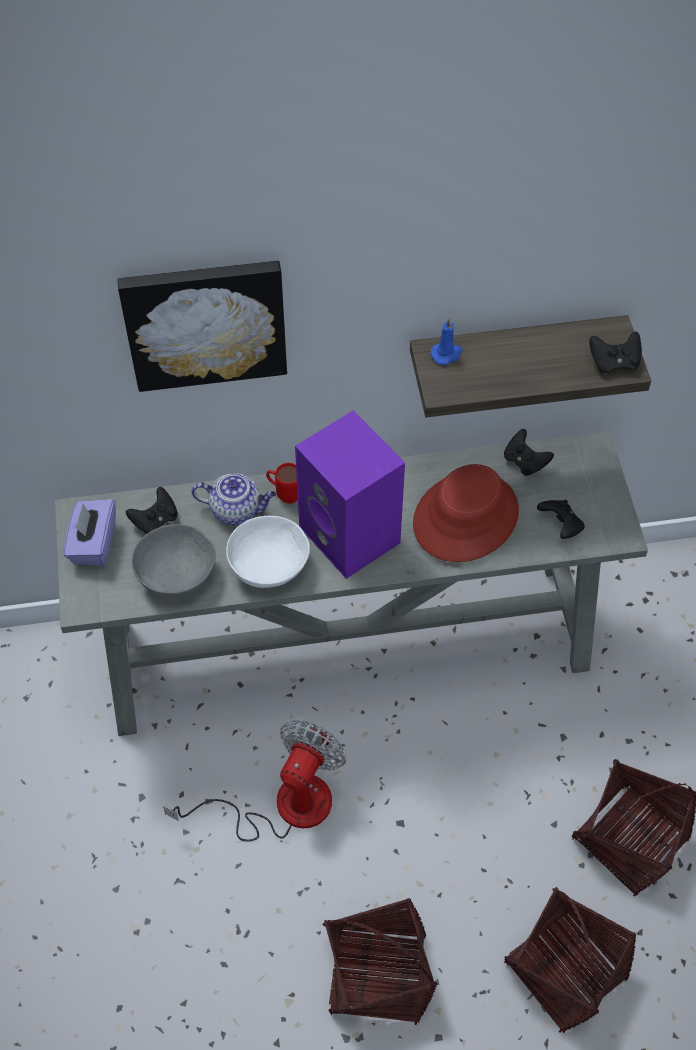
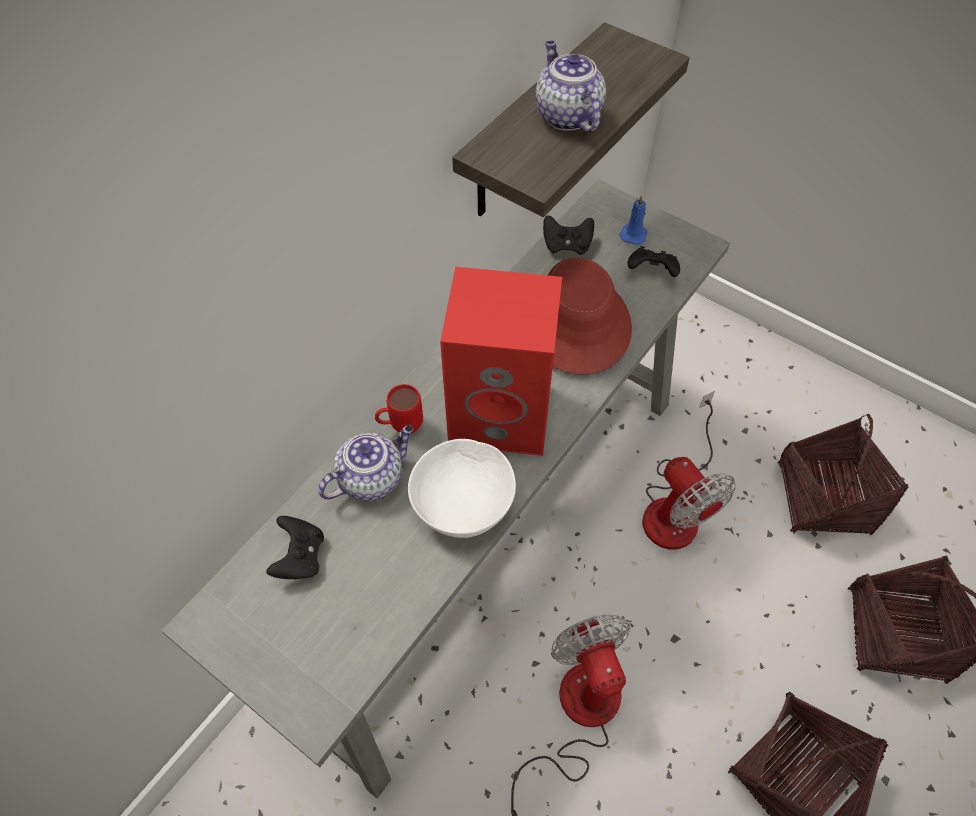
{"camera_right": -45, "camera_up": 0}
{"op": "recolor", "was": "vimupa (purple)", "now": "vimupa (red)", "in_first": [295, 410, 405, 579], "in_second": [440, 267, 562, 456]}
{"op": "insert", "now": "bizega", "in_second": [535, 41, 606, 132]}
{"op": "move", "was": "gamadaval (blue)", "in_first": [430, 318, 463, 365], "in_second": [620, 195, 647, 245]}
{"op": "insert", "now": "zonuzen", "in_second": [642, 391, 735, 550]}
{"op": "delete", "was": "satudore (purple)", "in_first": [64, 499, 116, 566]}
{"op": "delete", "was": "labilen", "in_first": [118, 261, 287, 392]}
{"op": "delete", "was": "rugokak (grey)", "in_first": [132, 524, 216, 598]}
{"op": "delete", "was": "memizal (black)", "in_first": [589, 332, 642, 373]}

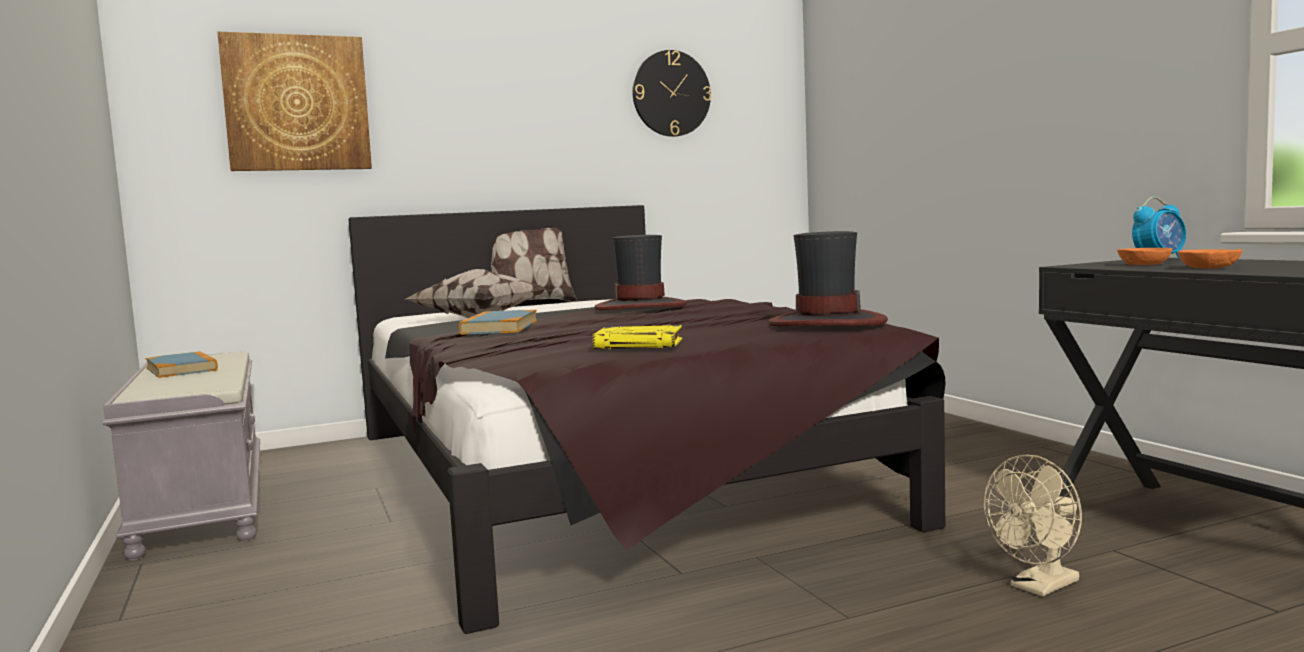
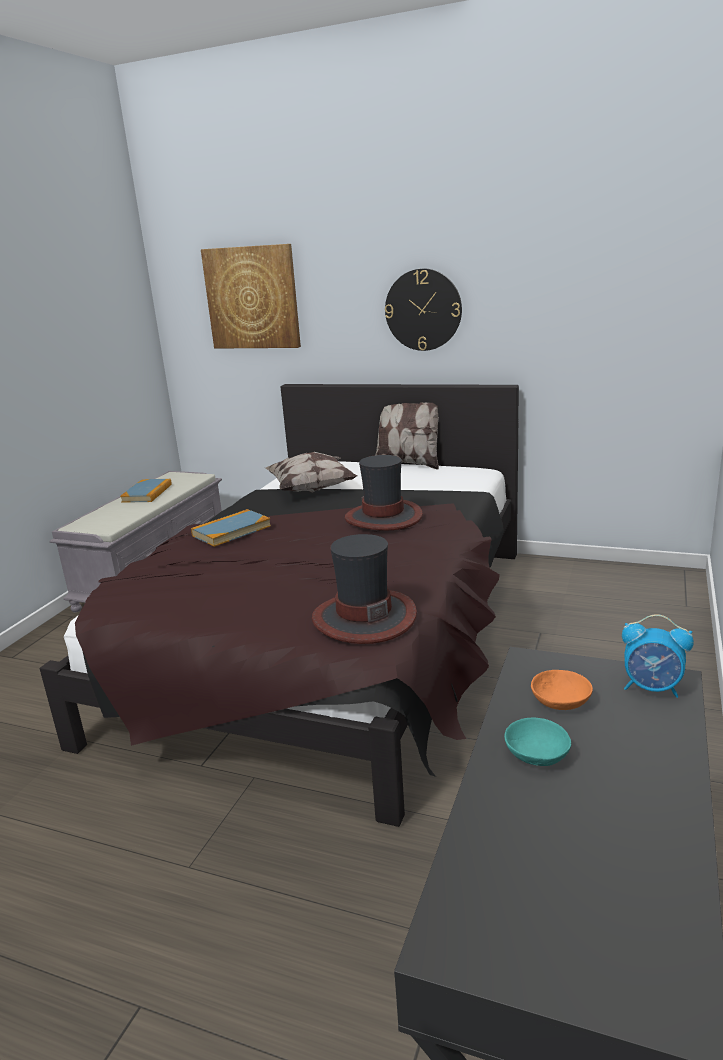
{"camera_right": 45, "camera_up": 15}
{"op": "move", "was": "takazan", "in_first": [632, 50, 711, 137], "in_second": [385, 269, 462, 351]}
{"op": "recolor", "was": "rugokak (orange)", "now": "rugokak (turquoise)", "in_first": [1178, 249, 1243, 269], "in_second": [504, 717, 571, 766]}
{"op": "delete", "was": "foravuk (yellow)", "in_first": [592, 325, 682, 349]}
{"op": "delete", "was": "zonuzen (beige)", "in_first": [984, 455, 1082, 597]}

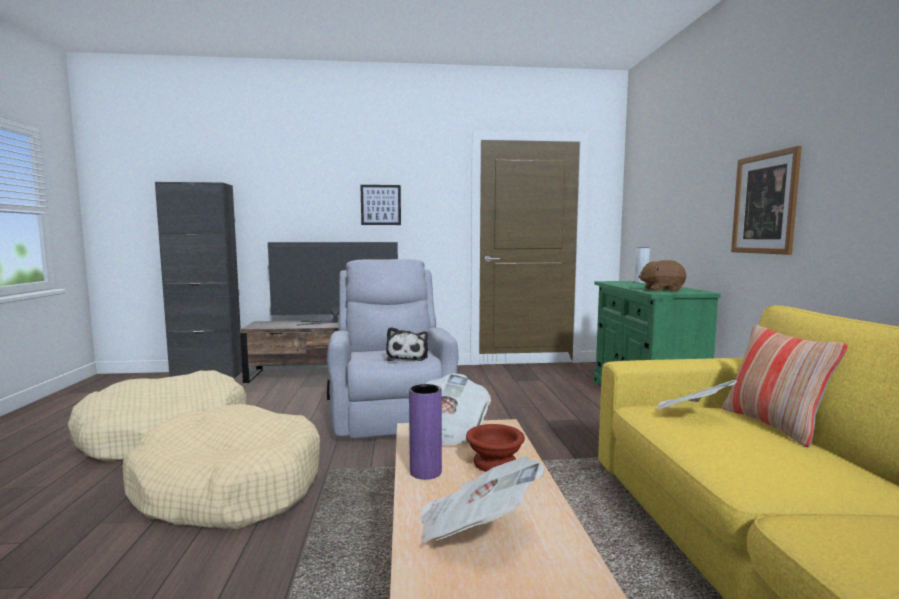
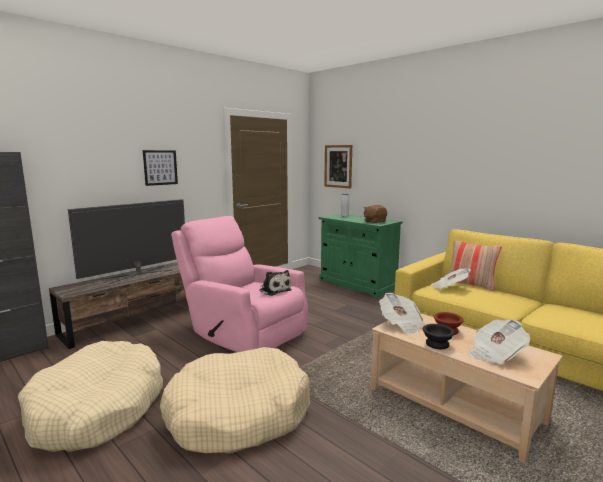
{"camera_right": -40, "camera_up": 5}
{"op": "recolor", "was": "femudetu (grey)", "now": "femudetu (pink)", "in_first": [327, 259, 458, 438], "in_second": [171, 216, 308, 352]}
{"op": "move", "was": "labilen", "in_first": [731, 146, 802, 255], "in_second": [324, 145, 352, 189]}
{"op": "replace", "was": "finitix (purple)", "now": "rugokak (black)", "in_first": [409, 384, 442, 480], "in_second": [423, 324, 455, 349]}

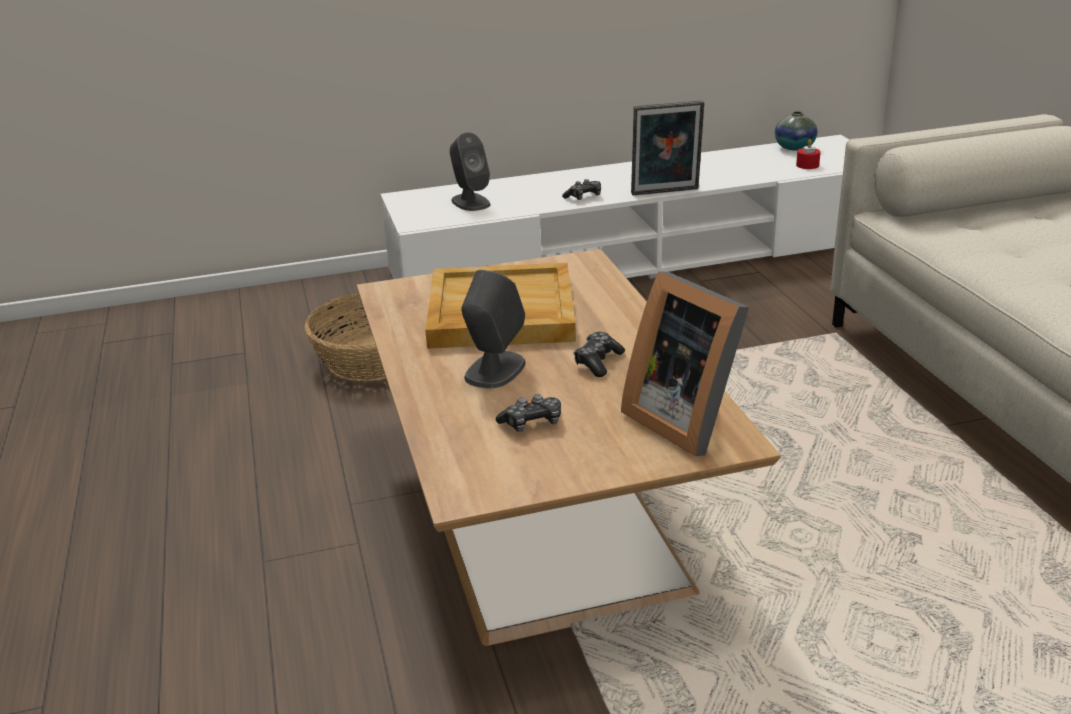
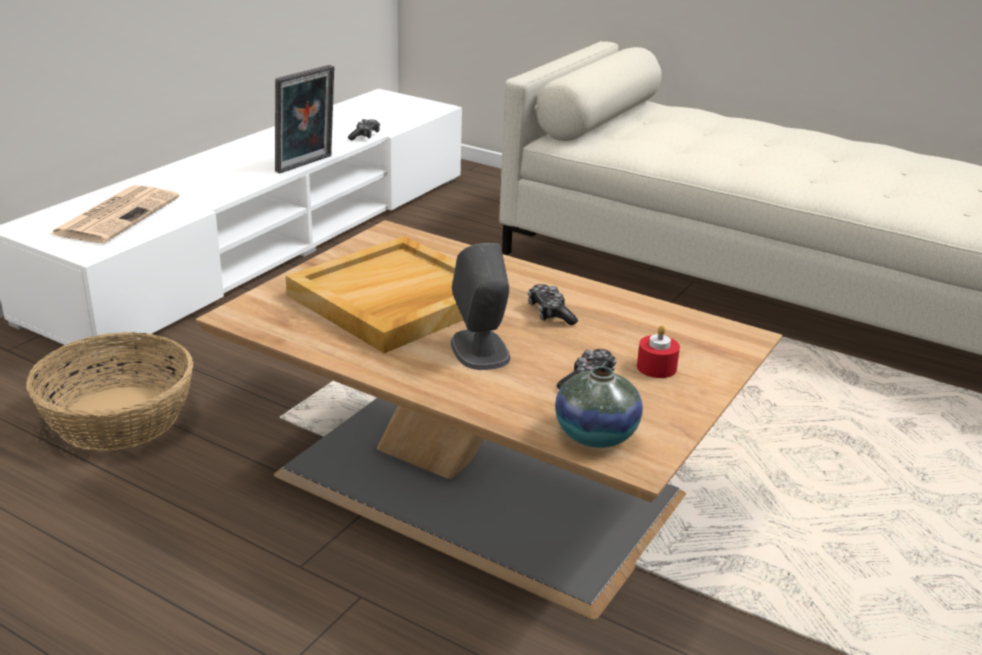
{"camera_right": -45, "camera_up": 0}
{"op": "replace", "was": "vimupa (grey)", "now": "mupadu", "in_first": [450, 132, 491, 211], "in_second": [50, 185, 180, 243]}
{"op": "move", "was": "memizal", "in_first": [562, 179, 601, 200], "in_second": [348, 119, 380, 140]}
{"op": "move", "was": "finitix", "in_first": [775, 111, 817, 151], "in_second": [555, 366, 643, 448]}
{"op": "move", "was": "gamadaval (red)", "in_first": [796, 139, 821, 169], "in_second": [637, 325, 680, 378]}
{"op": "delete", "was": "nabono", "in_first": [621, 271, 749, 456]}

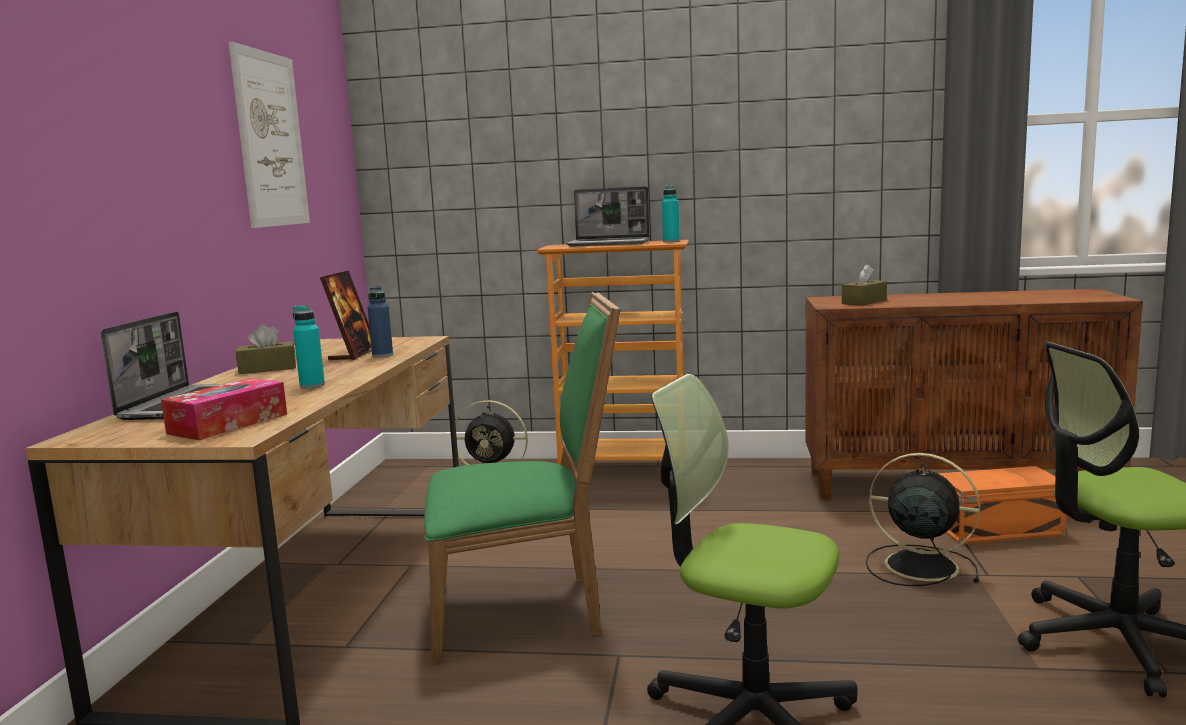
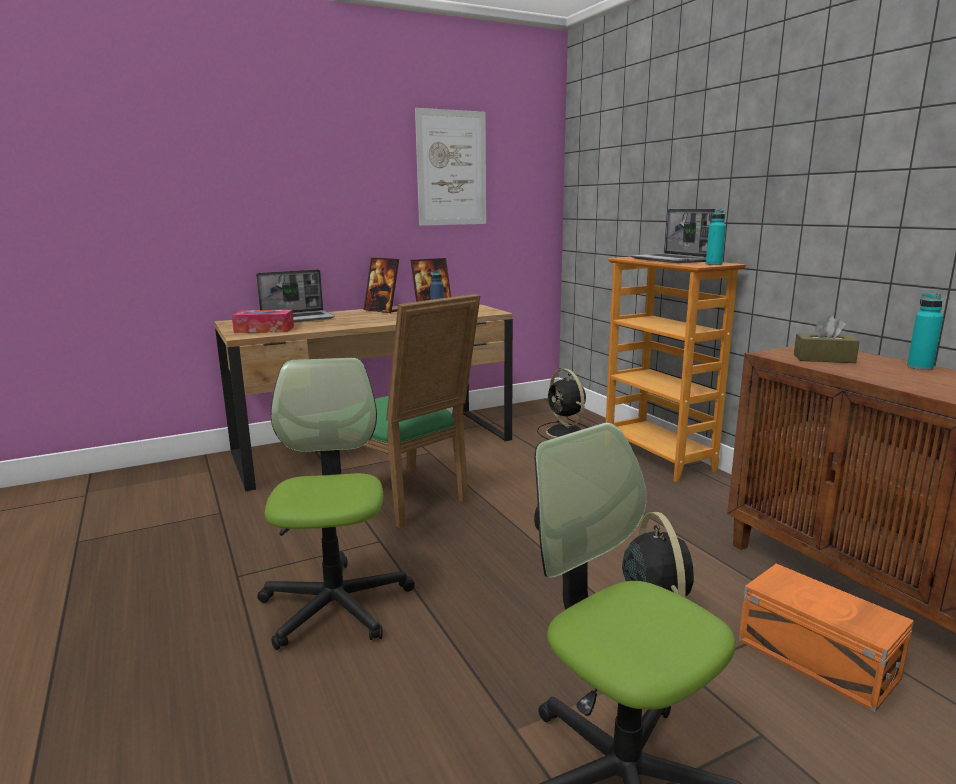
{"camera_right": 55, "camera_up": 5}
{"op": "replace", "was": "satudore (brown)", "now": "nabono", "in_first": [236, 324, 296, 374], "in_second": [364, 257, 399, 313]}
{"op": "move", "was": "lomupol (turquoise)", "in_first": [293, 305, 325, 388], "in_second": [907, 293, 943, 370]}

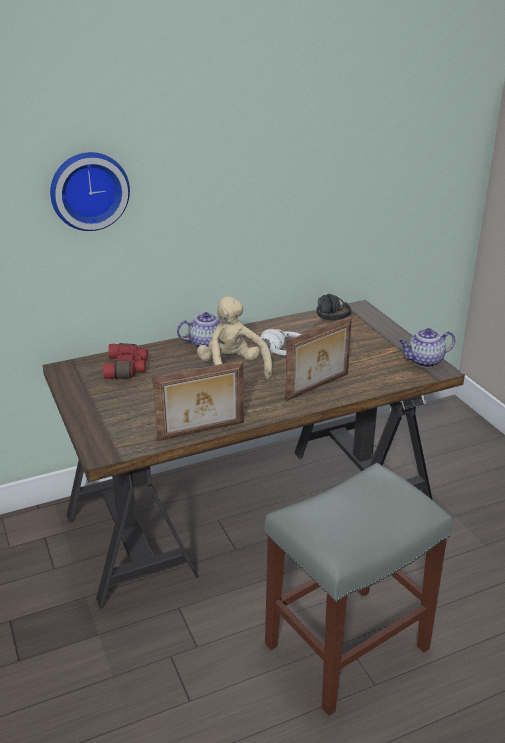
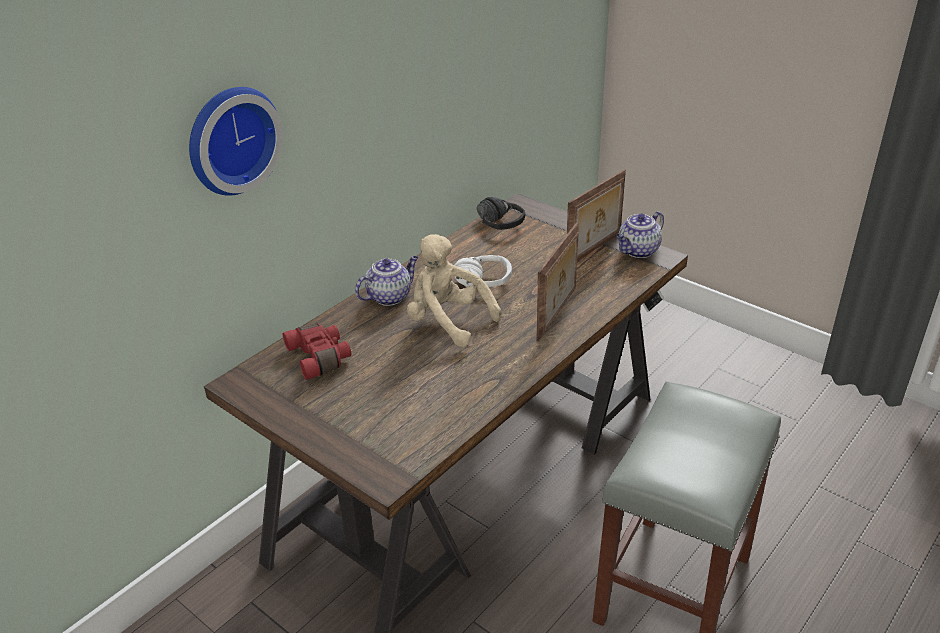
{"camera_right": -25, "camera_up": 5}
{"op": "move", "was": "nabono", "in_first": [152, 360, 244, 441], "in_second": [567, 169, 626, 261]}

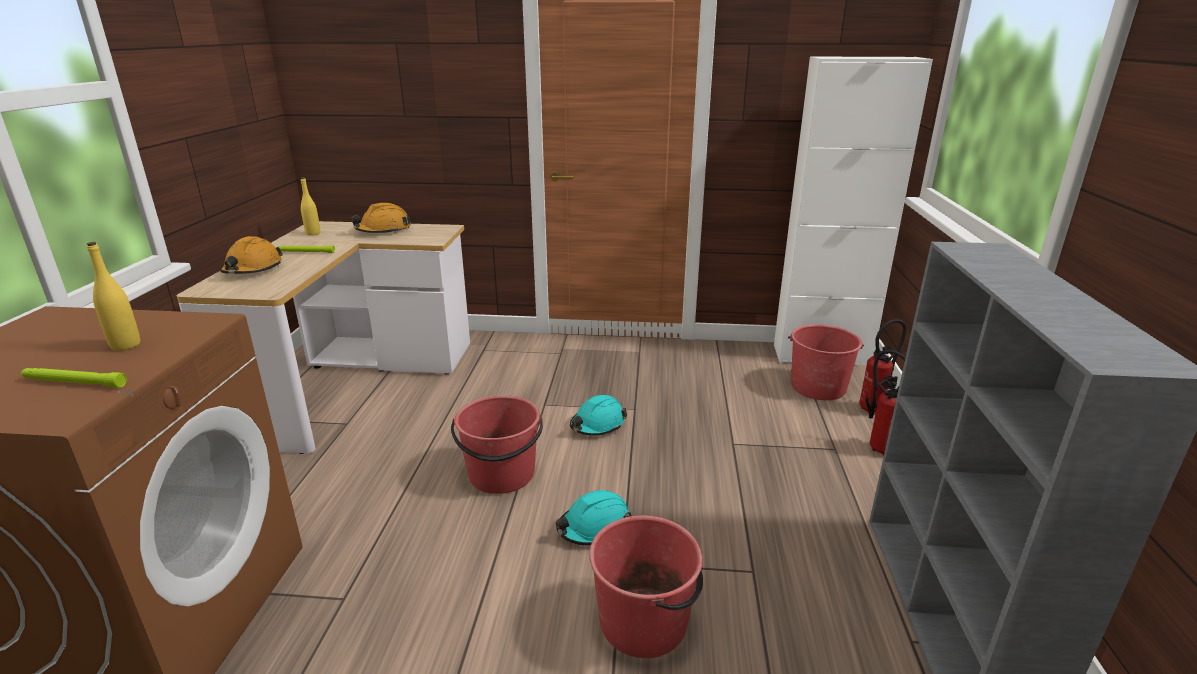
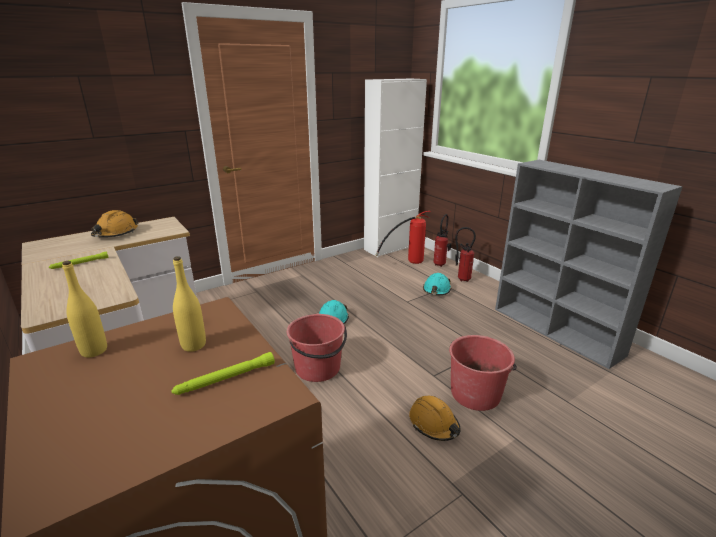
{"camera_right": -40, "camera_up": 0}
{"op": "move", "was": "lomupol (yellow)", "in_first": [301, 177, 320, 236], "in_second": [62, 261, 107, 358]}
{"op": "replace", "was": "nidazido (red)", "now": "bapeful", "in_first": [788, 324, 864, 400], "in_second": [376, 211, 431, 264]}
{"op": "move", "was": "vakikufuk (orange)", "in_first": [220, 236, 283, 274], "in_second": [409, 396, 461, 441]}
{"op": "move", "was": "vakikufuk (turquoise)", "in_first": [556, 490, 631, 545], "in_second": [423, 273, 451, 295]}

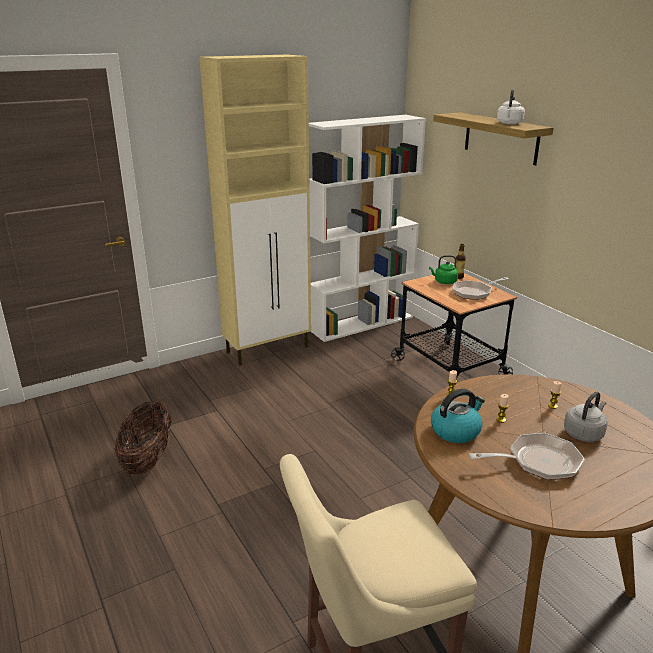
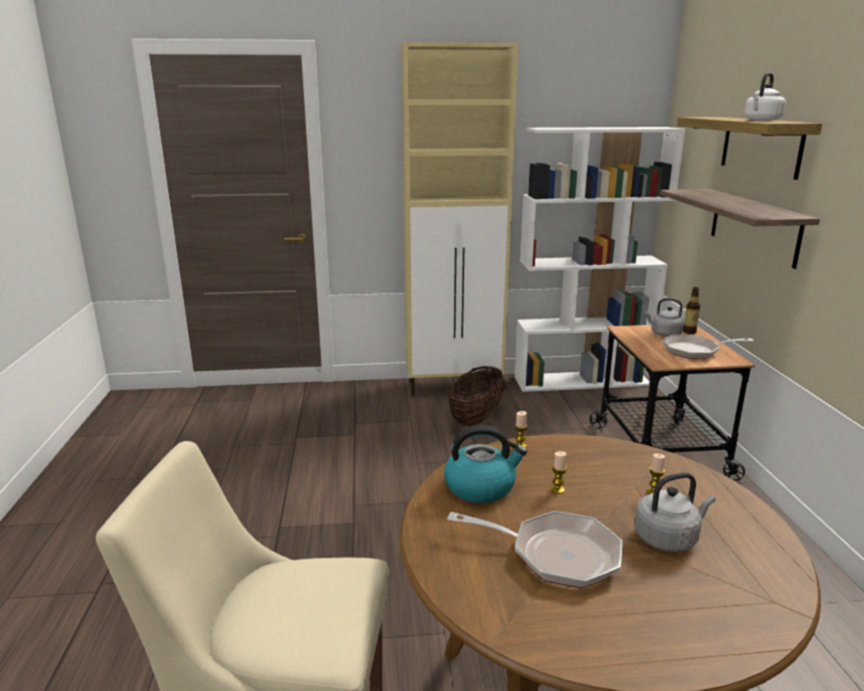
{"camera_right": 25, "camera_up": -5}
{"op": "move", "was": "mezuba", "in_first": [114, 401, 171, 474], "in_second": [449, 366, 505, 426]}
{"op": "recolor", "was": "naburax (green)", "now": "naburax (grey)", "in_first": [429, 255, 458, 284], "in_second": [645, 298, 684, 337]}
{"op": "insert", "now": "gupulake", "in_second": [660, 189, 820, 269]}

